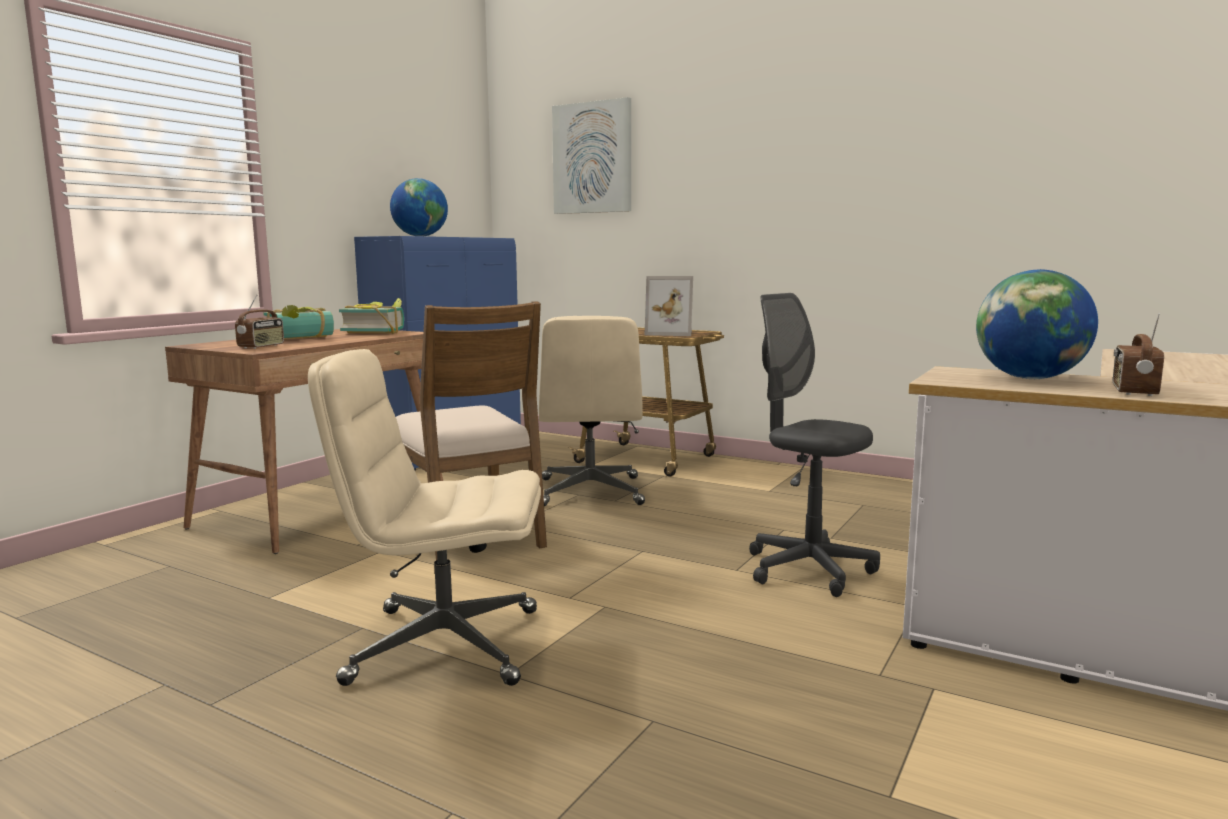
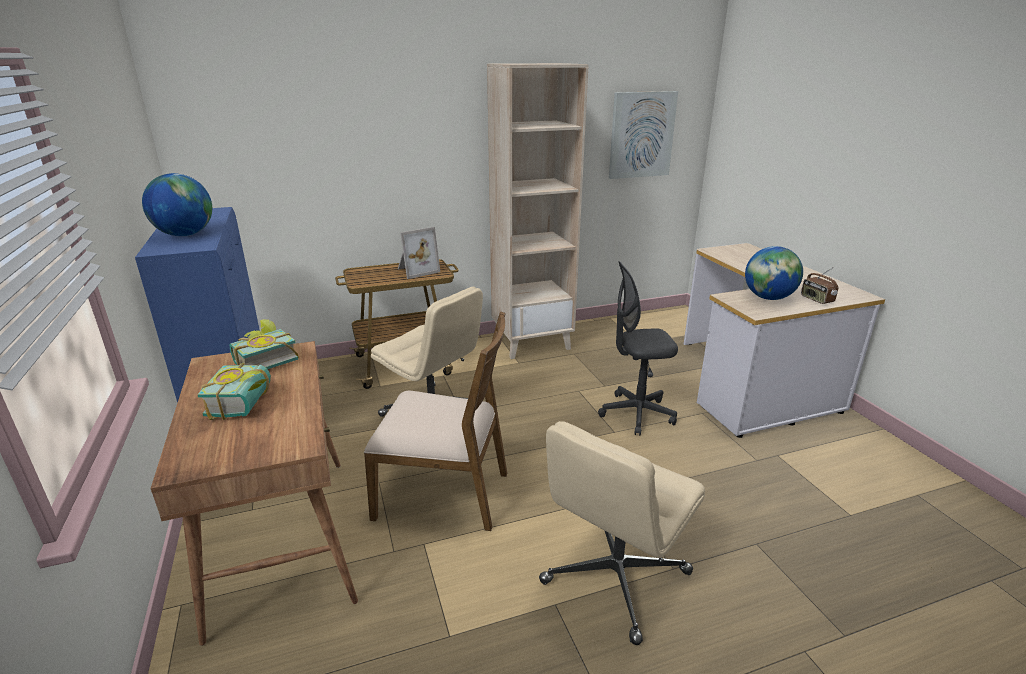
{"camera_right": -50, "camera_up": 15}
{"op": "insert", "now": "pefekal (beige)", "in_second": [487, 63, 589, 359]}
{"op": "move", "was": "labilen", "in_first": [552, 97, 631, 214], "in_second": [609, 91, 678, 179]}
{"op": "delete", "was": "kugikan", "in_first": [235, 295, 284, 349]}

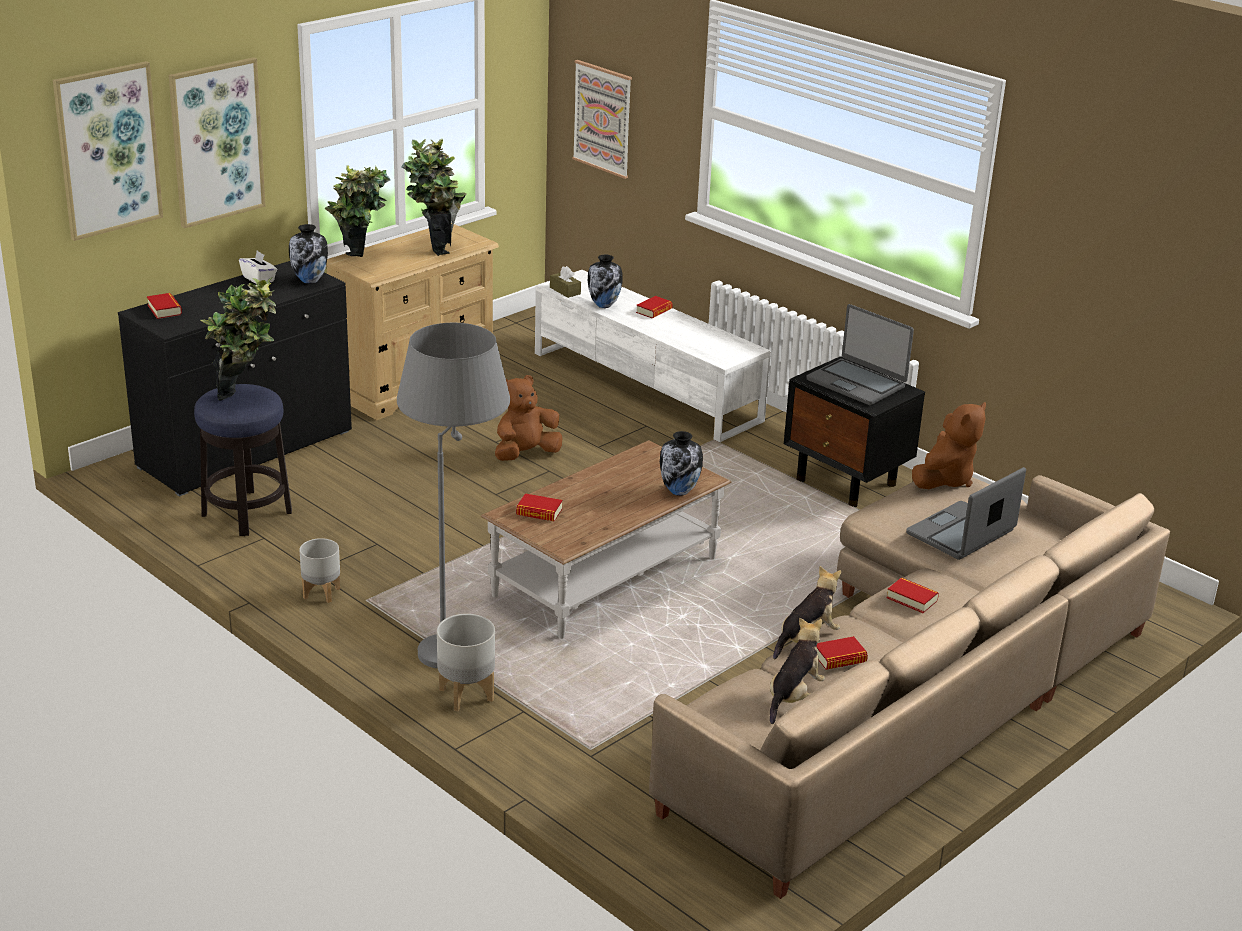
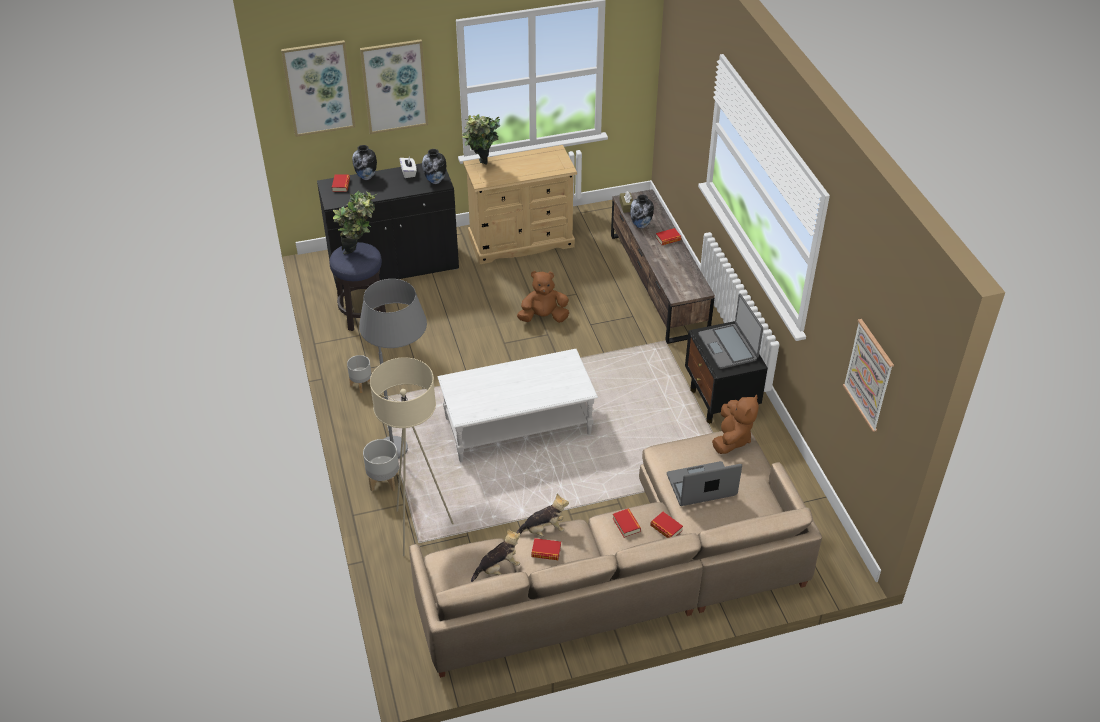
{"camera_right": 30, "camera_up": 15}
{"op": "move", "was": "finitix", "in_first": [660, 431, 703, 496], "in_second": [352, 145, 377, 180]}
{"op": "insert", "now": "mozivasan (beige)", "in_second": [370, 357, 454, 556]}
{"op": "recolor", "was": "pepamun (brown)", "now": "pepamun (white)", "in_first": [481, 440, 731, 639], "in_second": [437, 349, 598, 462]}
{"op": "recolor", "was": "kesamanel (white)", "now": "kesamanel (brown)", "in_first": [535, 270, 771, 442], "in_second": [611, 189, 715, 344]}
{"op": "move", "was": "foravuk", "in_first": [516, 493, 562, 521], "in_second": [650, 512, 683, 538]}
{"op": "rotate", "was": "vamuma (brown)", "in_first": [912, 402, 986, 489], "in_second": [712, 394, 759, 454], "clockwise": -45}
{"op": "move", "was": "labilen", "in_first": [572, 60, 632, 179], "in_second": [843, 319, 894, 432]}
{"op": "delete", "was": "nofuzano", "in_first": [401, 139, 466, 256]}

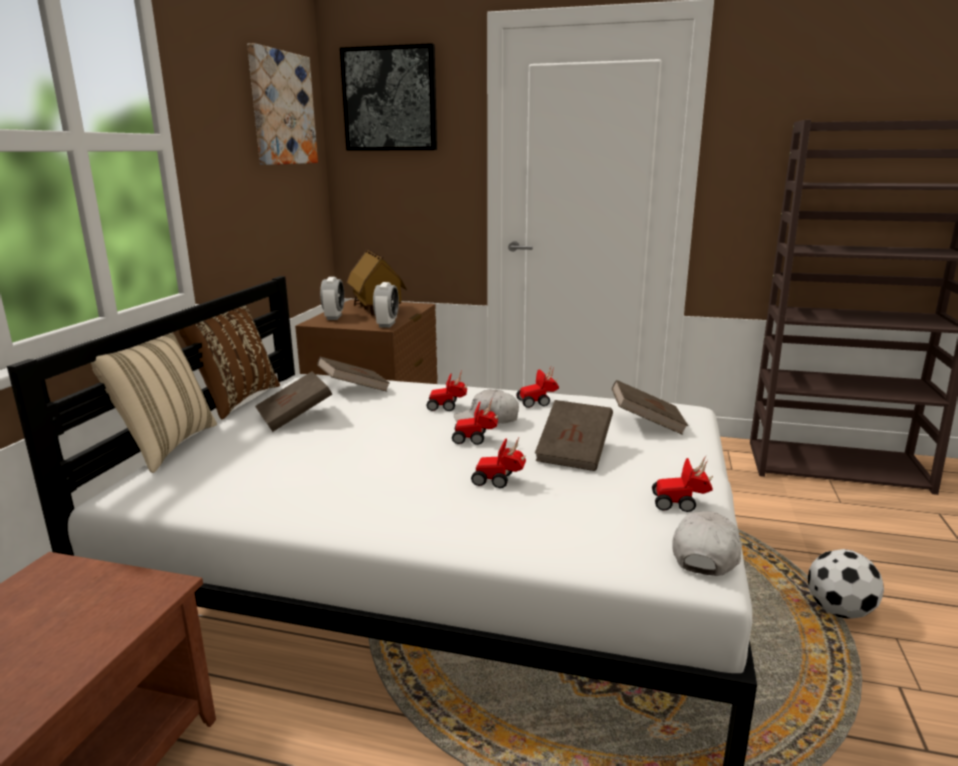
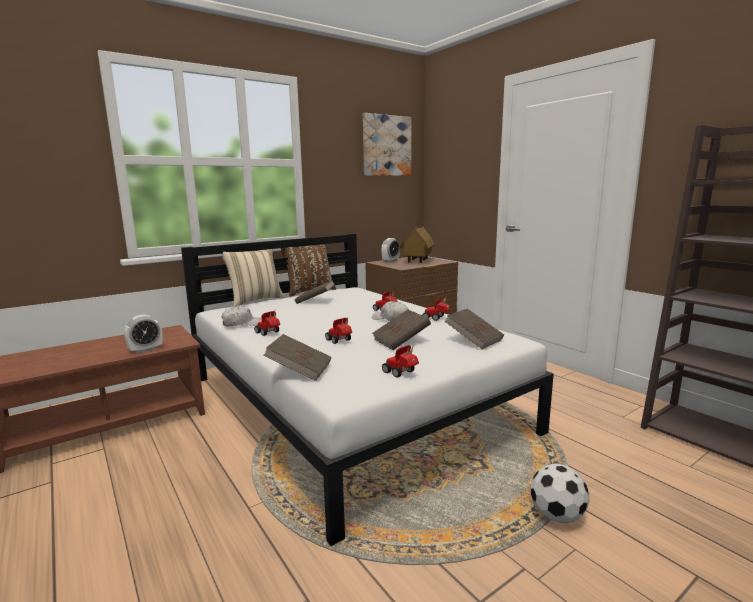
{"camera_right": 40, "camera_up": -5}
{"op": "move", "was": "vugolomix", "in_first": [373, 282, 399, 328], "in_second": [124, 315, 162, 354]}
{"op": "move", "was": "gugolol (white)", "in_first": [672, 512, 742, 576], "in_second": [221, 306, 262, 327]}
{"op": "move", "was": "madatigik", "in_first": [452, 400, 498, 445], "in_second": [254, 311, 280, 336]}
{"op": "move", "was": "foravuk (brown)", "in_first": [317, 357, 390, 392], "in_second": [263, 334, 332, 381]}
{"op": "delete", "was": "labilen", "in_first": [340, 43, 437, 151]}

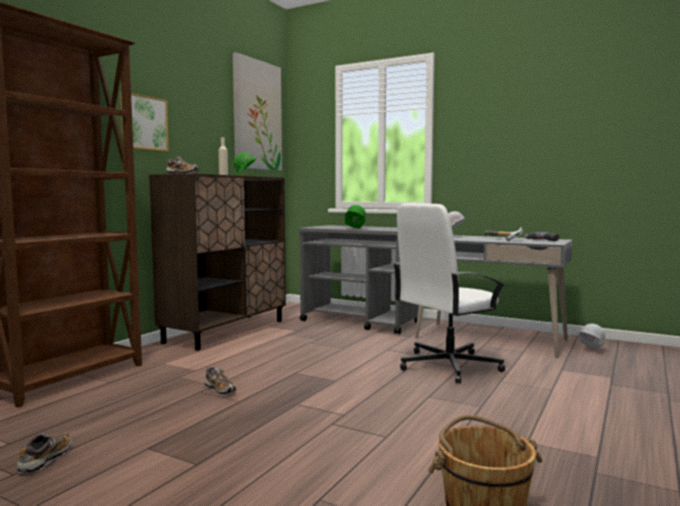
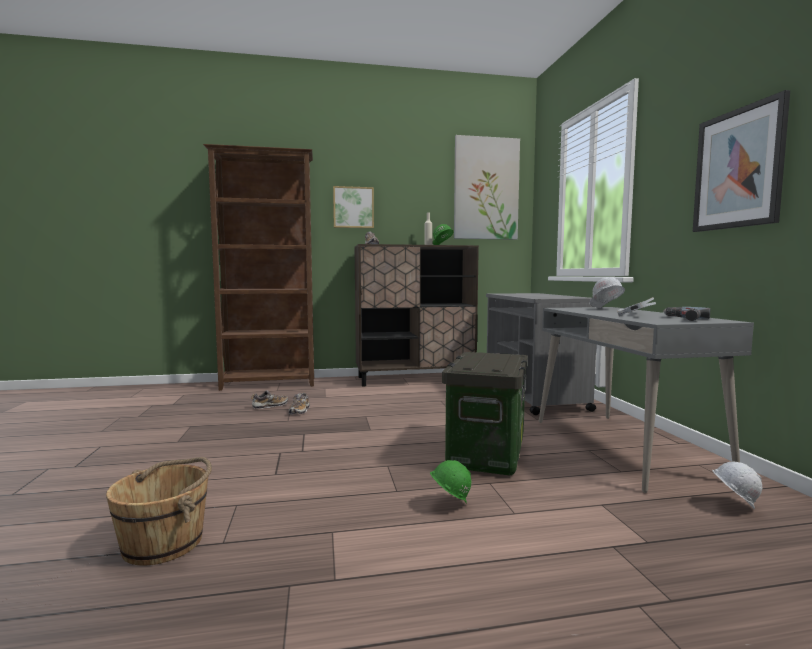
{"camera_right": 50, "camera_up": 0}
{"op": "move", "was": "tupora", "in_first": [17, 433, 72, 474], "in_second": [251, 390, 288, 409]}
{"op": "move", "was": "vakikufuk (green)", "in_first": [345, 205, 366, 229], "in_second": [430, 460, 471, 504]}
{"op": "replace", "was": "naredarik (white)", "now": "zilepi", "in_first": [393, 203, 505, 384], "in_second": [442, 352, 528, 475]}
{"op": "insert", "now": "labilen", "in_second": [693, 90, 790, 232]}

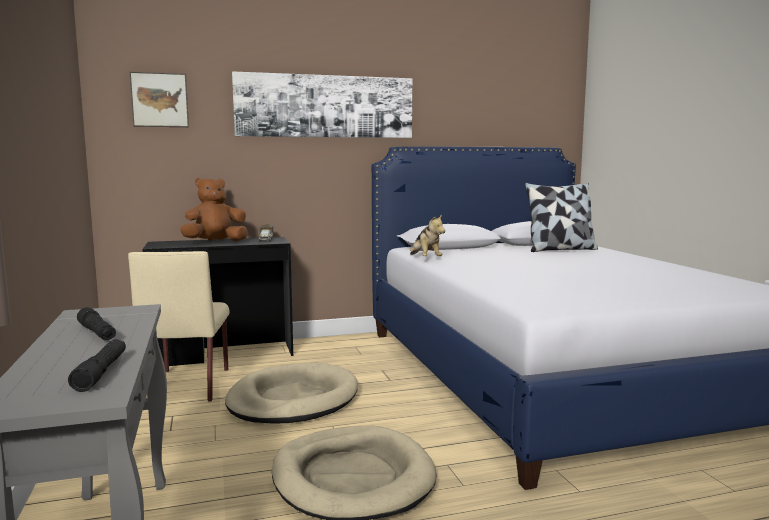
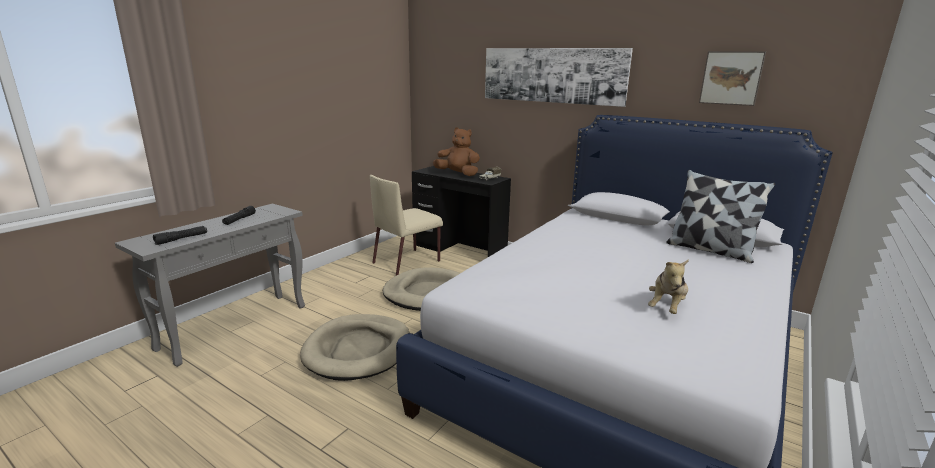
{"camera_right": 50, "camera_up": 10}
{"op": "move", "was": "vamuma", "in_first": [410, 214, 445, 256], "in_second": [648, 259, 689, 314]}
{"op": "move", "was": "labilen", "in_first": [130, 72, 189, 127], "in_second": [699, 51, 766, 106]}

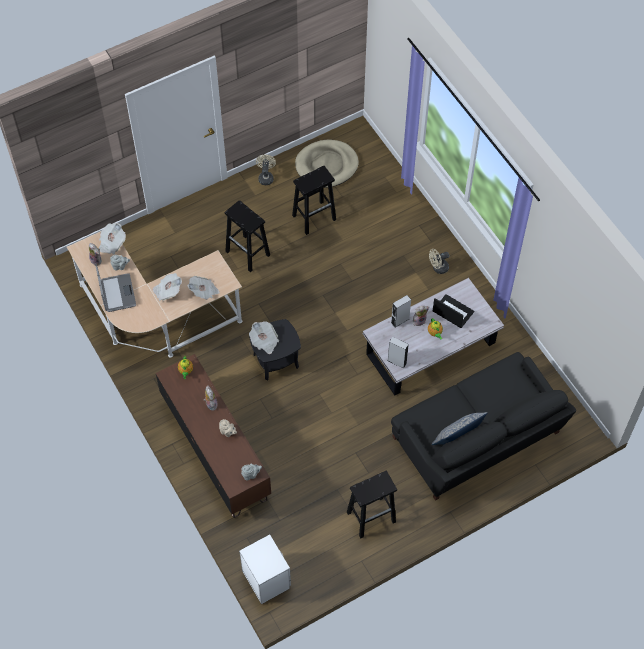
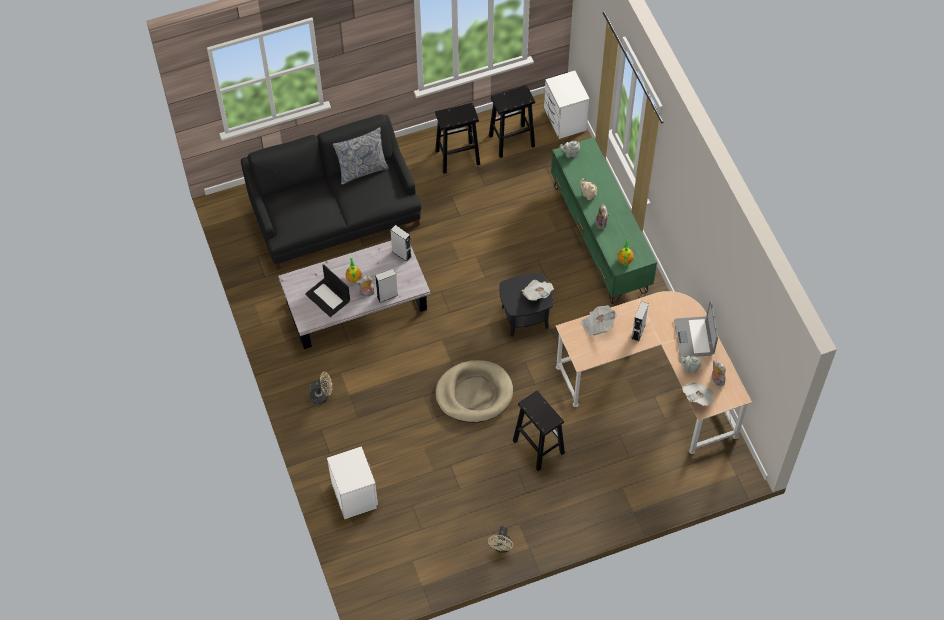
{"camera_right": -170, "camera_up": 0}
{"op": "insert", "now": "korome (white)", "in_second": [327, 446, 378, 520]}
{"op": "move", "was": "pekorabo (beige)", "in_first": [295, 140, 359, 188], "in_second": [435, 360, 513, 423]}
{"op": "move", "was": "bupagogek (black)", "in_first": [292, 166, 336, 235], "in_second": [489, 85, 535, 158]}
{"op": "recolor", "was": "kesamanel (brown)", "now": "kesamanel (green)", "in_first": [156, 354, 271, 518], "in_second": [551, 137, 657, 304]}
{"op": "replace", "was": "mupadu", "now": "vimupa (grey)", "in_first": [153, 273, 182, 301], "in_second": [631, 301, 649, 341]}

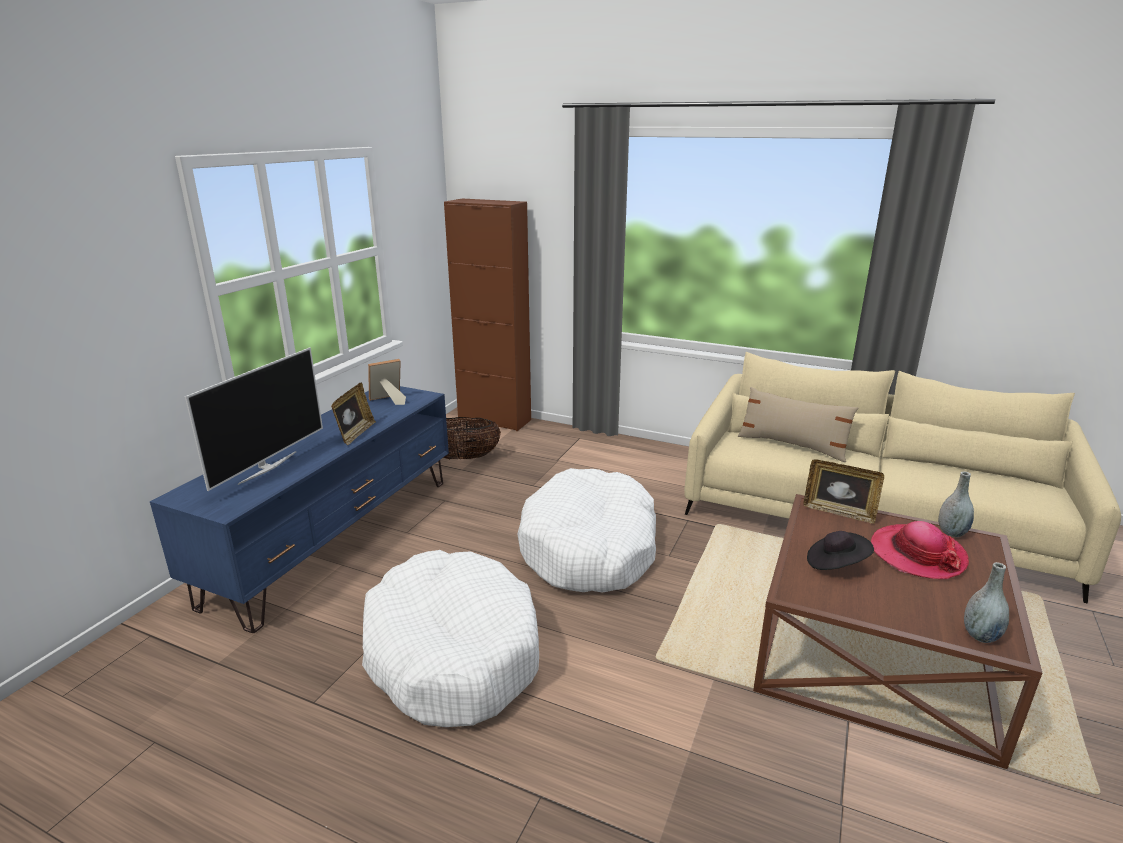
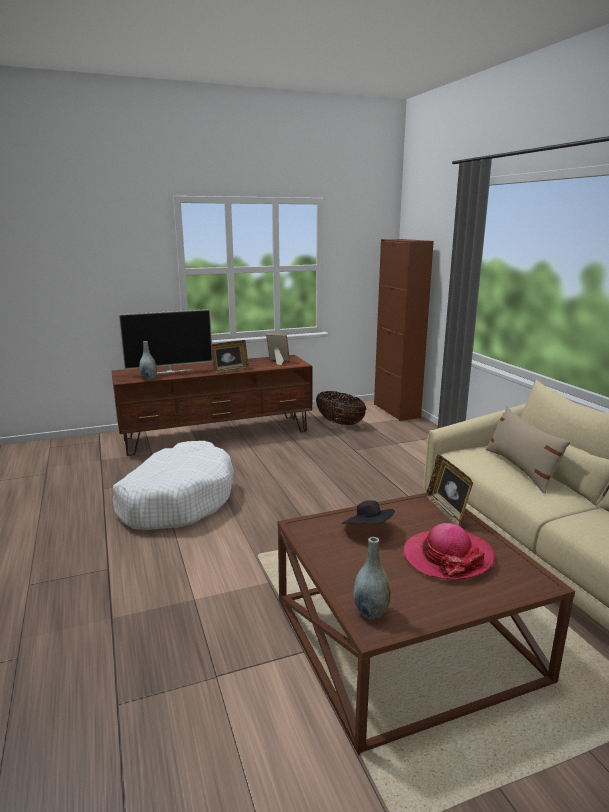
{"camera_right": 45, "camera_up": -5}
{"op": "recolor", "was": "kesamanel (blue)", "now": "kesamanel (brown)", "in_first": [150, 386, 449, 633], "in_second": [111, 355, 313, 456]}
{"op": "move", "was": "finitix (grey)", "in_first": [938, 472, 974, 537], "in_second": [139, 341, 157, 380]}
{"op": "delete", "was": "pekorabo (white)", "in_first": [517, 468, 656, 593]}

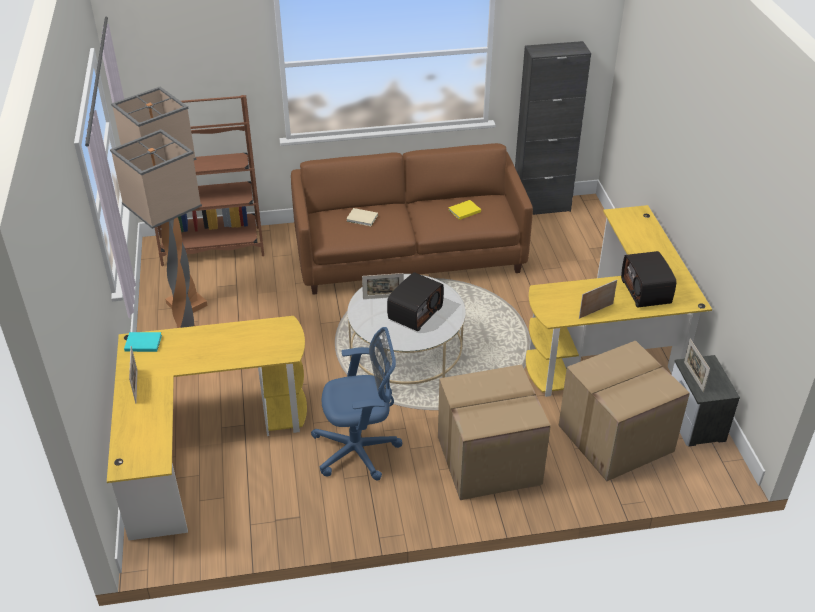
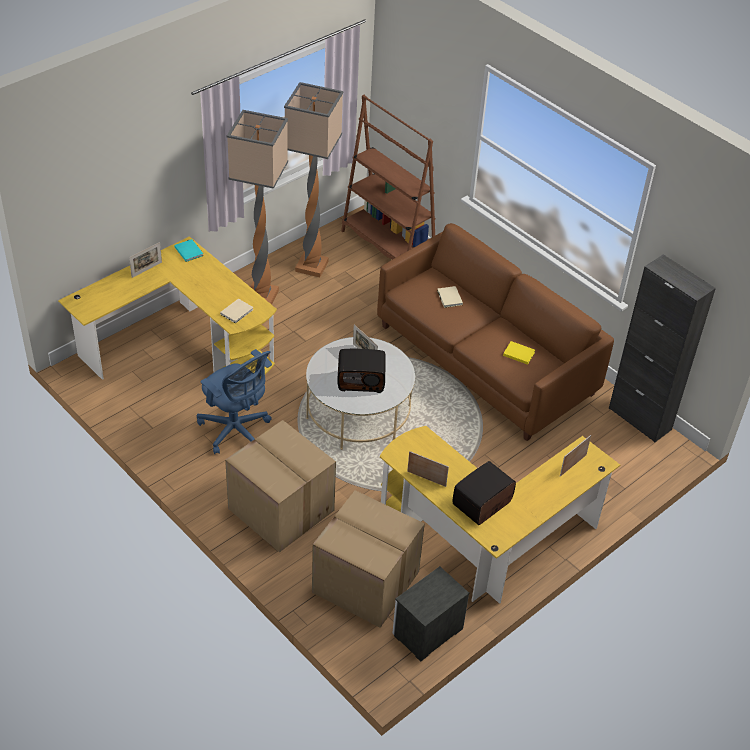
{"camera_right": 55, "camera_up": 5}
{"op": "insert", "now": "foravuk (beige)", "in_second": [220, 298, 253, 324]}
{"op": "move", "was": "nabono", "in_first": [684, 339, 710, 393], "in_second": [560, 435, 591, 477]}

